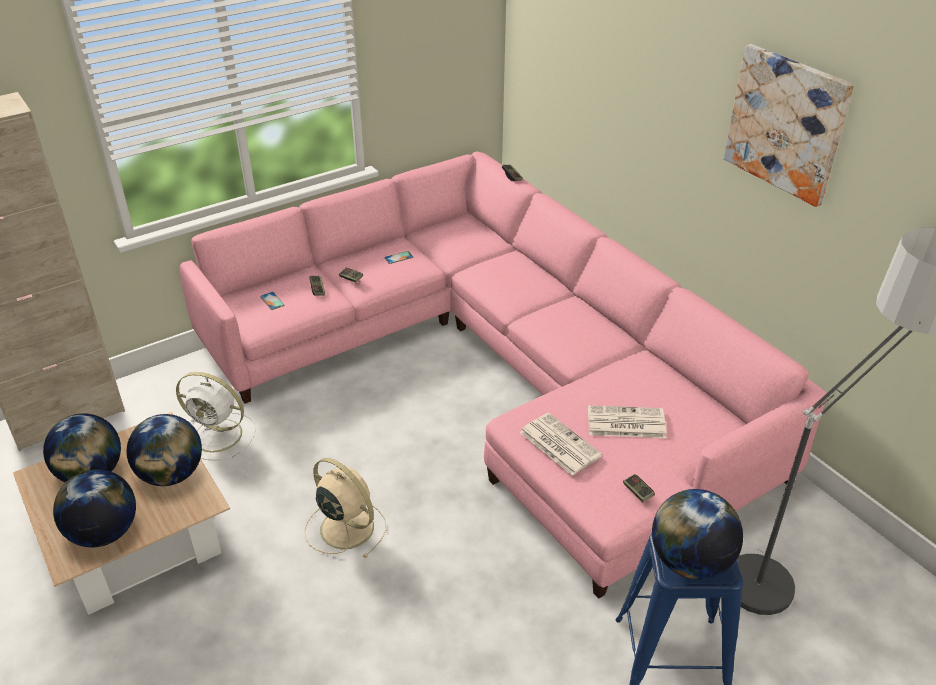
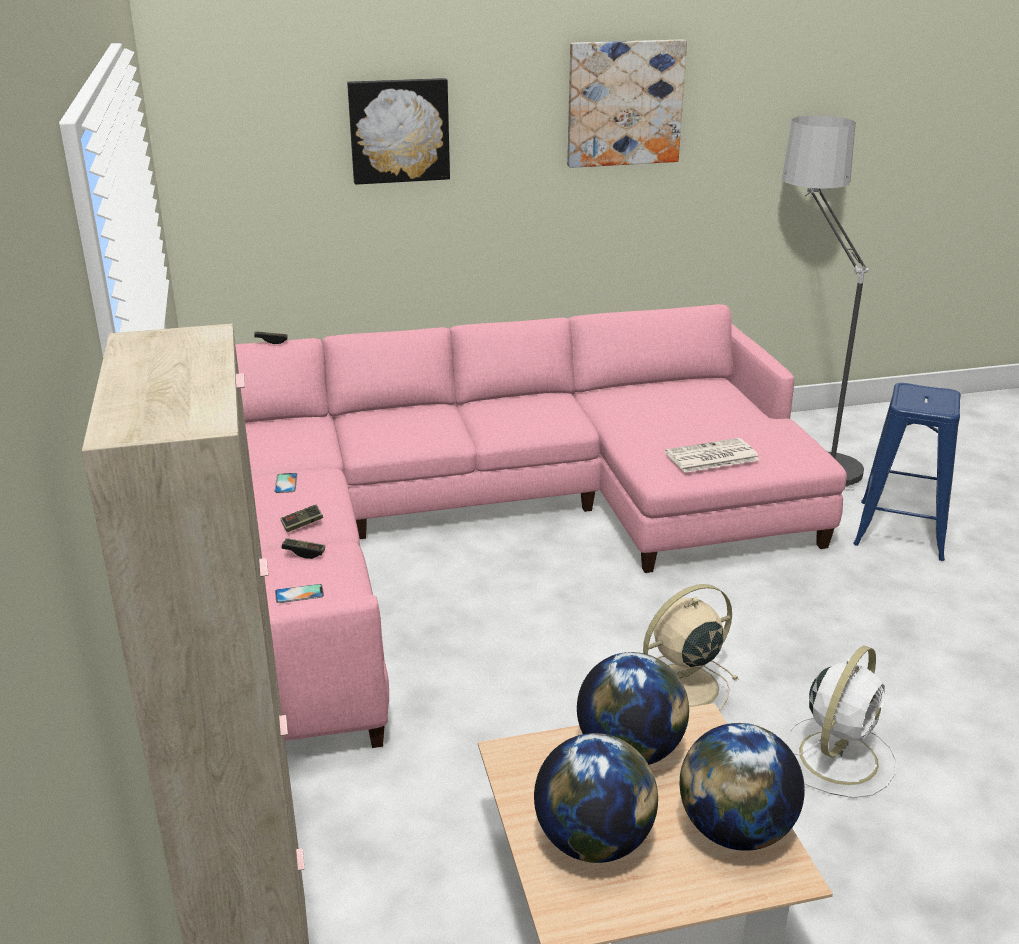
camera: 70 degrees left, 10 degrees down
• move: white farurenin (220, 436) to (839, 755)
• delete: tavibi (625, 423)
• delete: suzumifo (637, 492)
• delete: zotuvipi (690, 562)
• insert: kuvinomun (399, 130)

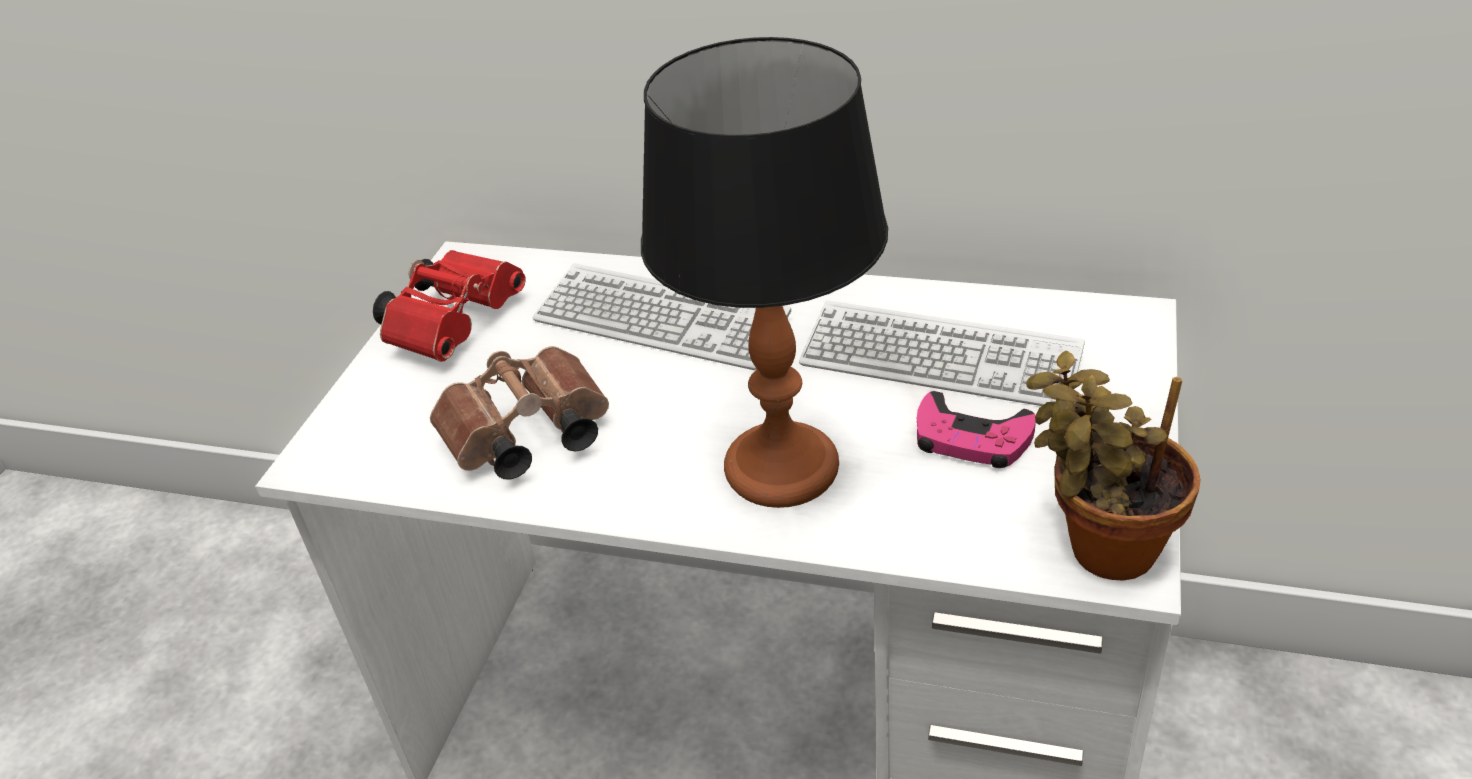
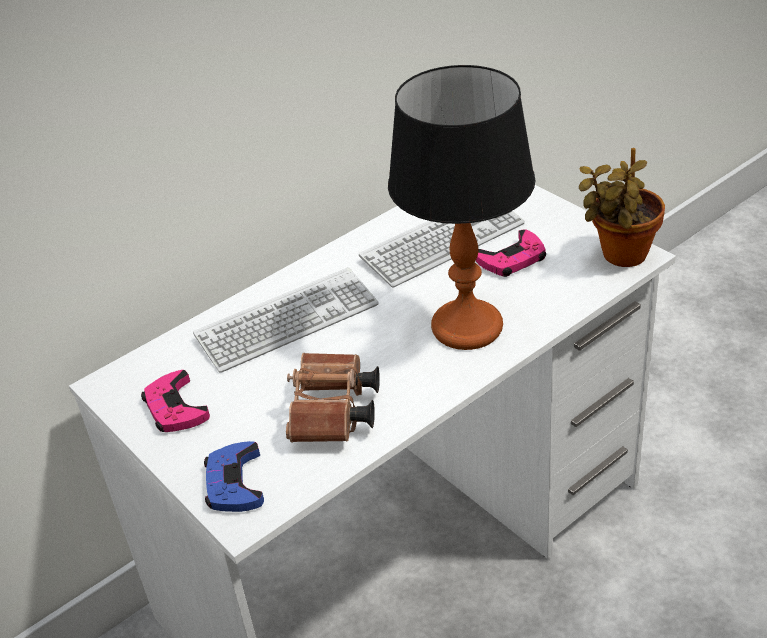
camera: 55 degrees left, 0 degrees up
• replace: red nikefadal (456, 322) to pink suzumifo (175, 408)
• insert: blue suzumifo (234, 483)

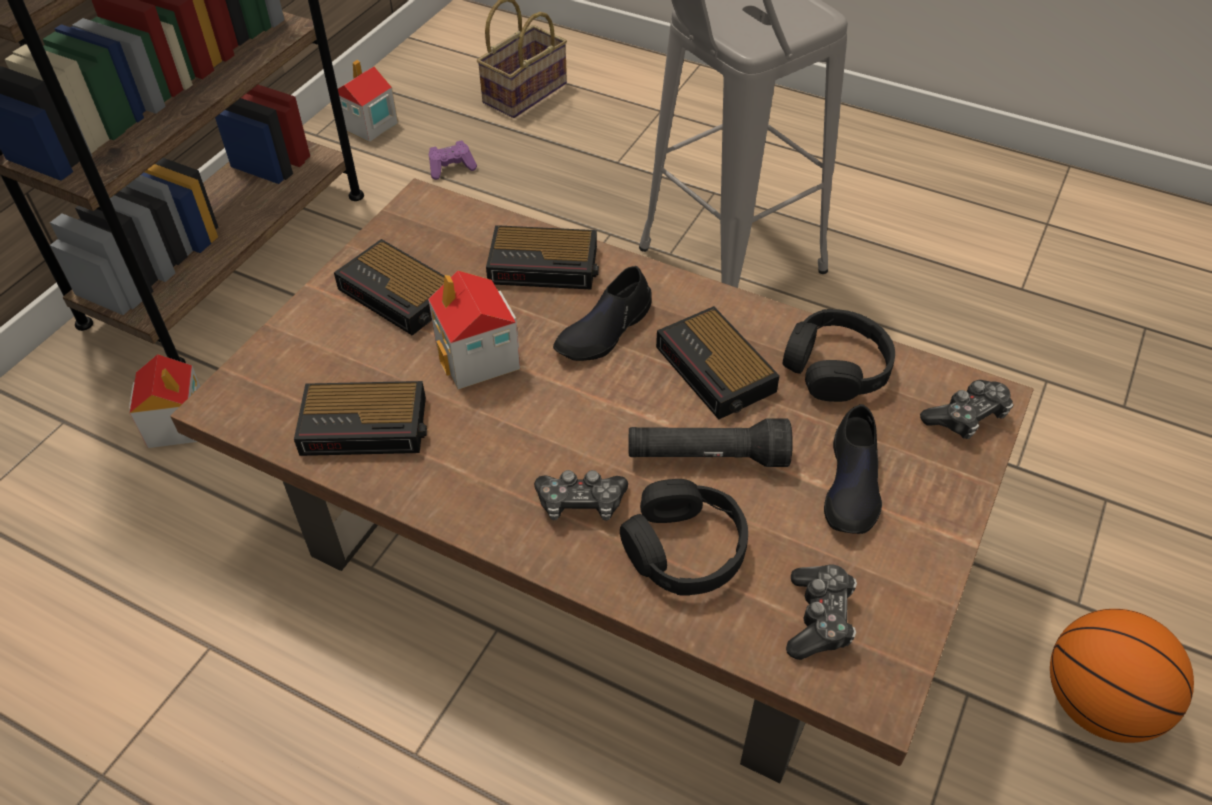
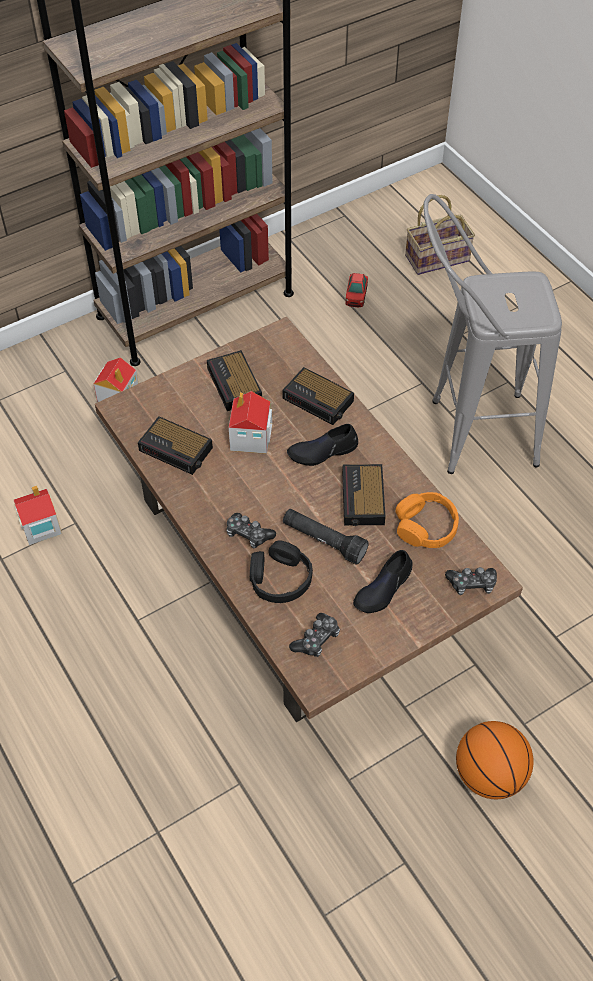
camera: 30 degrees right, 5 degrees up
• move: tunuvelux (368, 125) to (40, 526)
• replace: purple suzumifo (451, 168) to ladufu (356, 296)
• recolor: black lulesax (835, 367) to orange lulesax (426, 526)

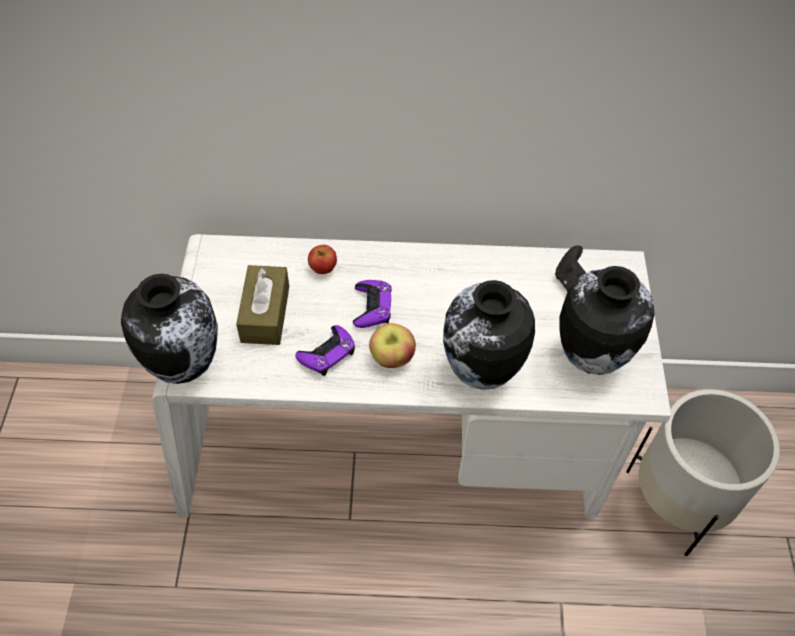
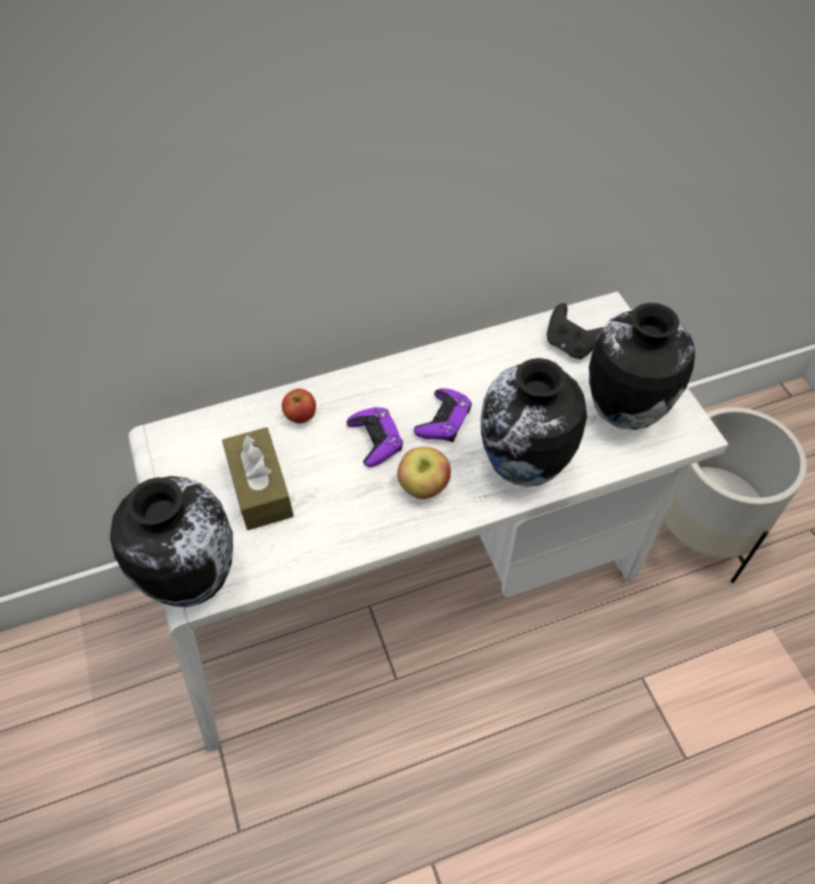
camera: 20 degrees left, 0 degrees up
• move: purple suzumifo (327, 354) to (443, 420)

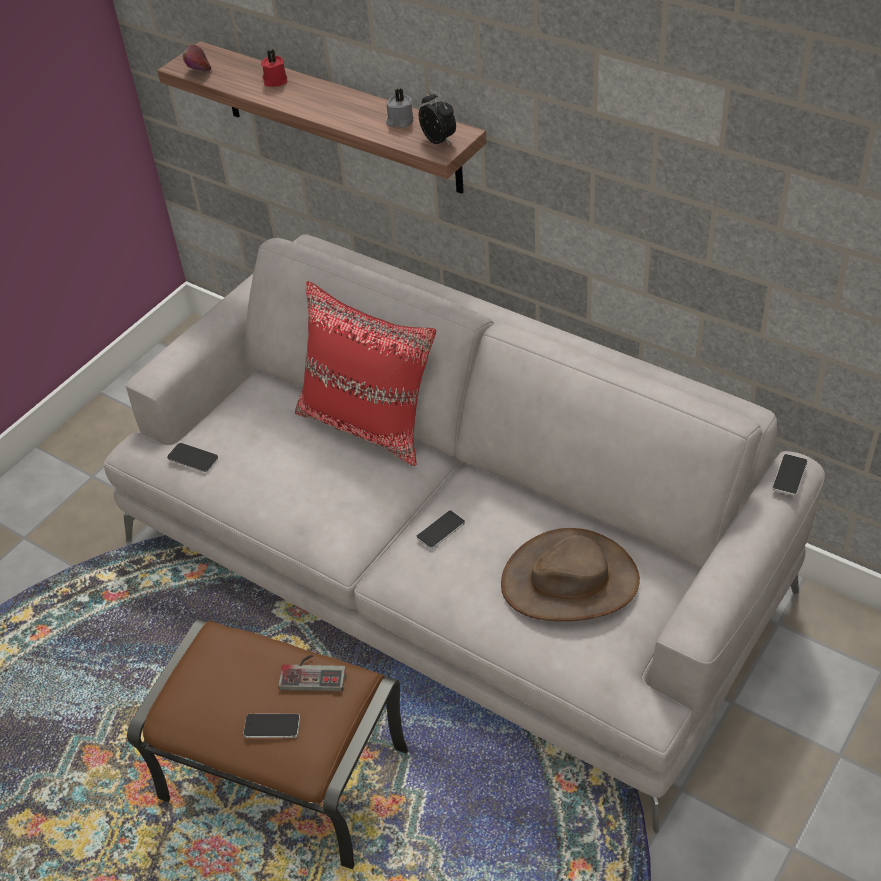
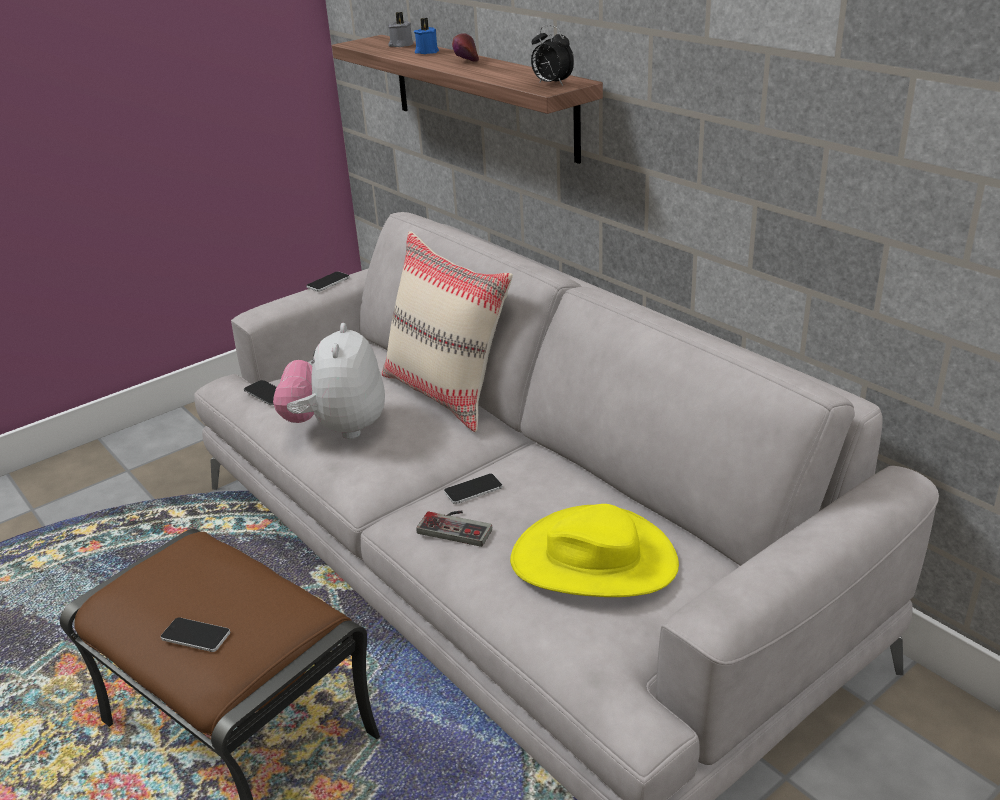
camera: 15 degrees right, 15 degrees down
• move: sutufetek (198, 71) to (466, 61)
• recolor: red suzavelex (275, 80) to blue suzavelex (426, 52)
• move: suzumifo (313, 672) to (458, 526)
• recolor: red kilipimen (368, 424) to beige kilipimen (447, 393)
• move: grey suzavelex (400, 121) to (400, 45)
• rotate: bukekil (439, 140) = (551, 84) 150 degrees clockwise
• recolor: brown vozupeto (570, 581) to yellow vozupeto (594, 560)
• move: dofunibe (789, 475) to (328, 282)
• insert: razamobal (338, 428)

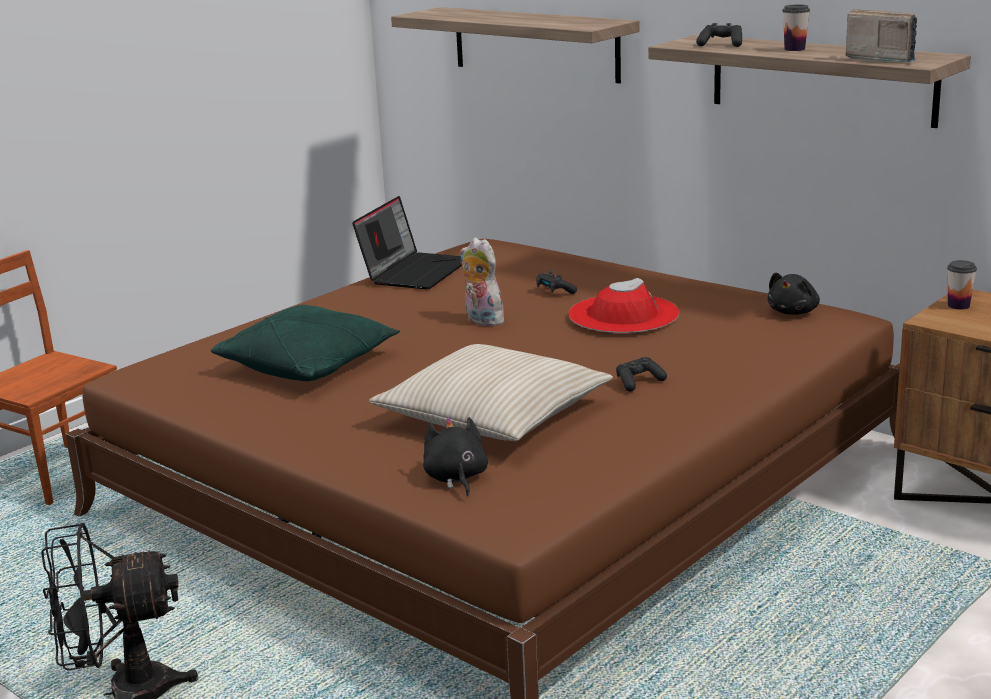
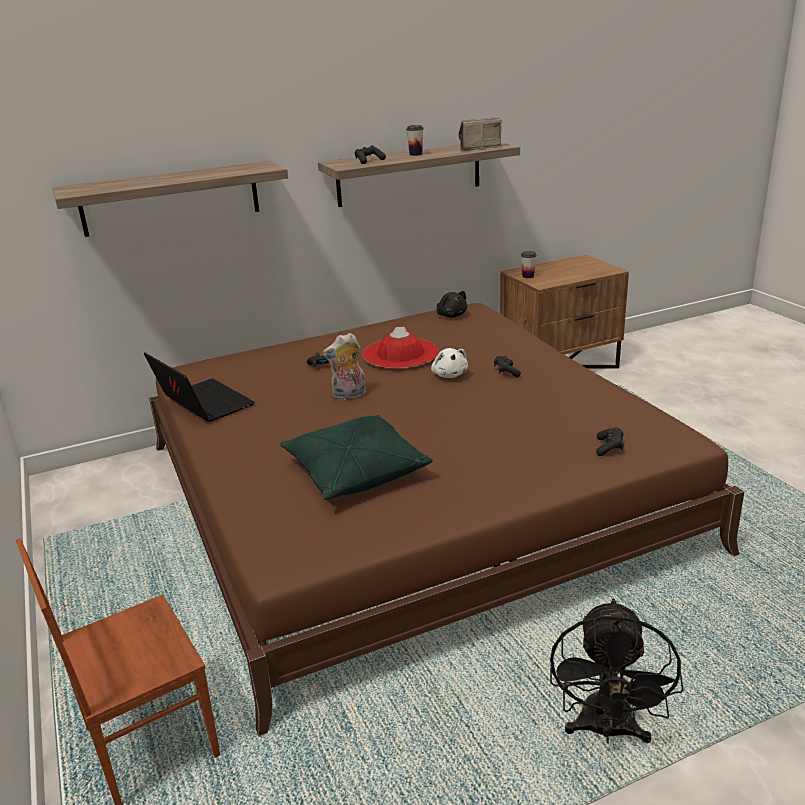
camera: 65 degrees left, 5 degrees up
• delete: beige kilipimen (493, 415)
• replace: black razamobal (456, 478) to black suzumifo (609, 448)
• insert: white razamobal (449, 375)

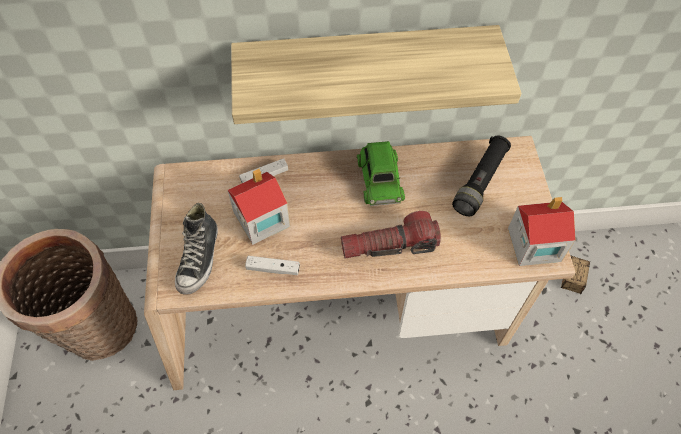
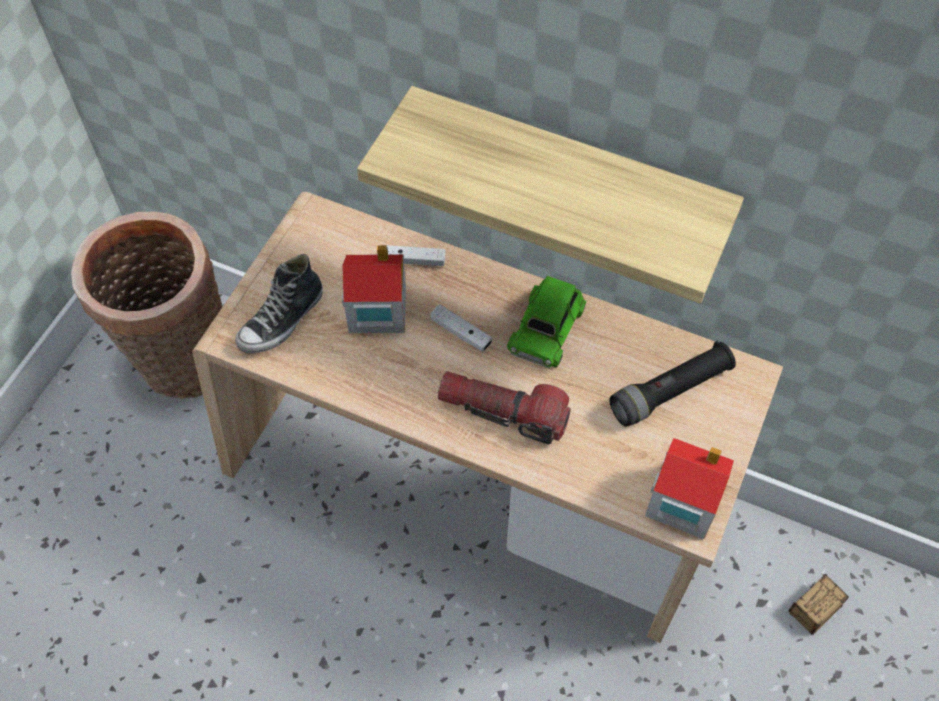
camera: 30 degrees right, 0 degrees up
• move: white suzumifo (273, 268) to (461, 333)

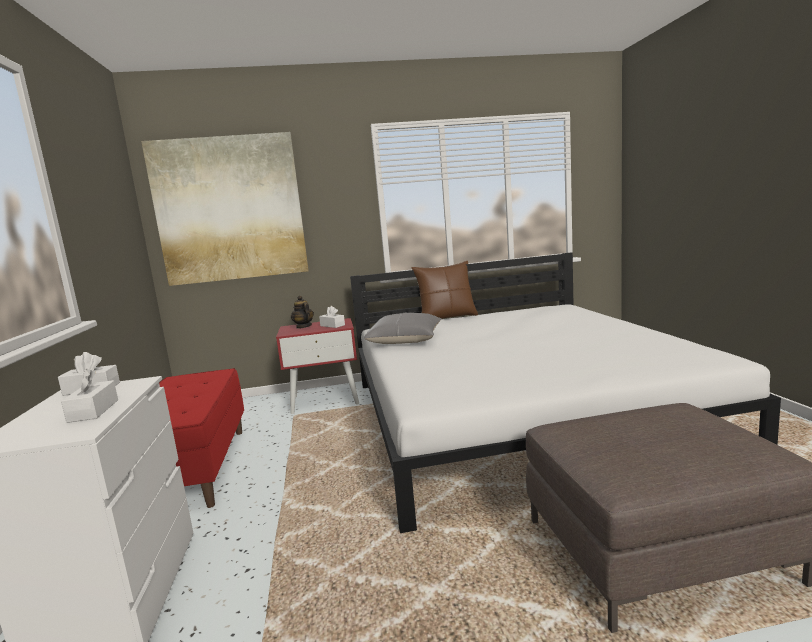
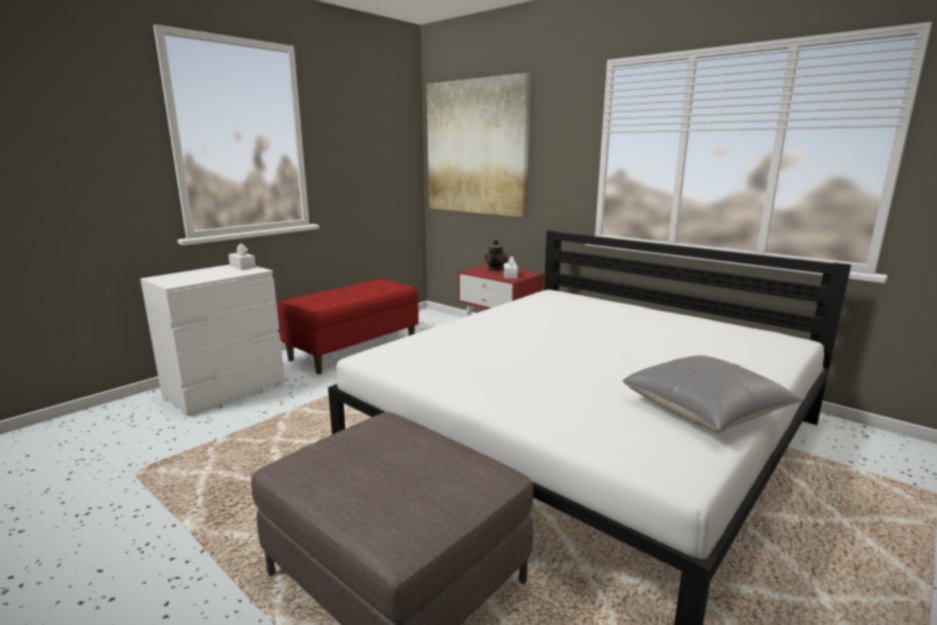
camera: 50 degrees right, 5 degrees up
• delete: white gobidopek (93, 411)
• move: grey kilipimen (406, 340) to (706, 409)
• delete: brown kilipimen (447, 317)

